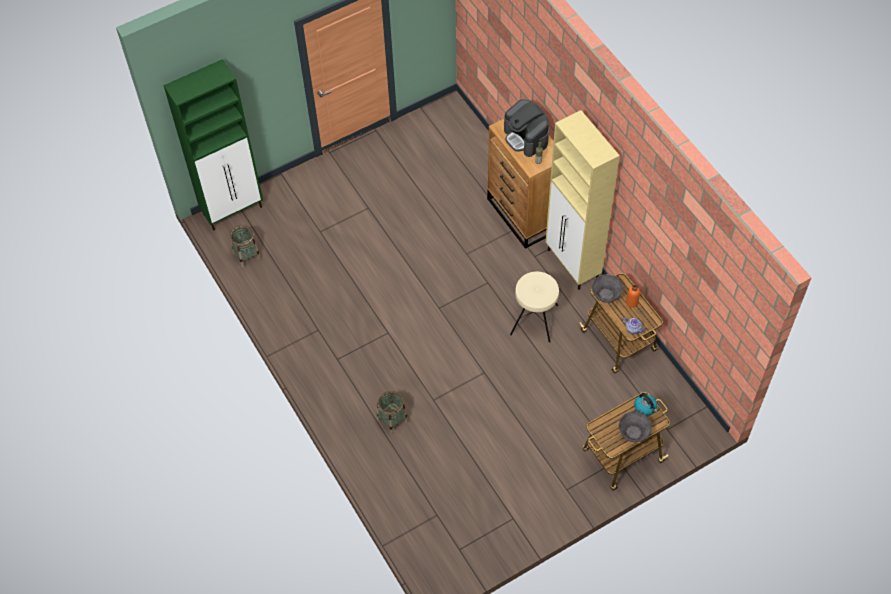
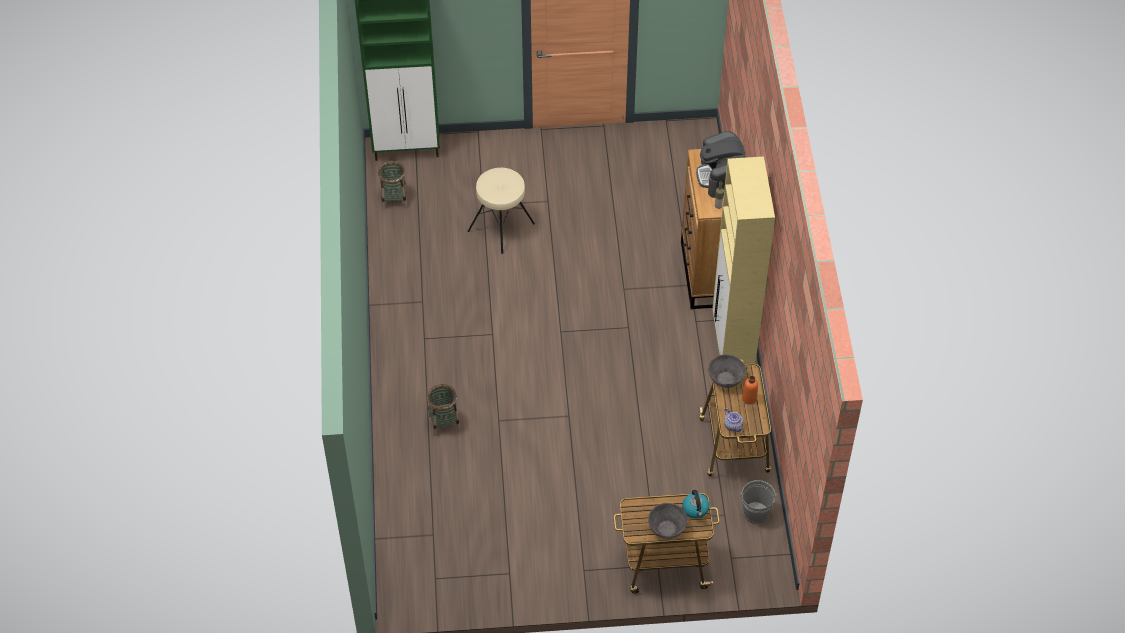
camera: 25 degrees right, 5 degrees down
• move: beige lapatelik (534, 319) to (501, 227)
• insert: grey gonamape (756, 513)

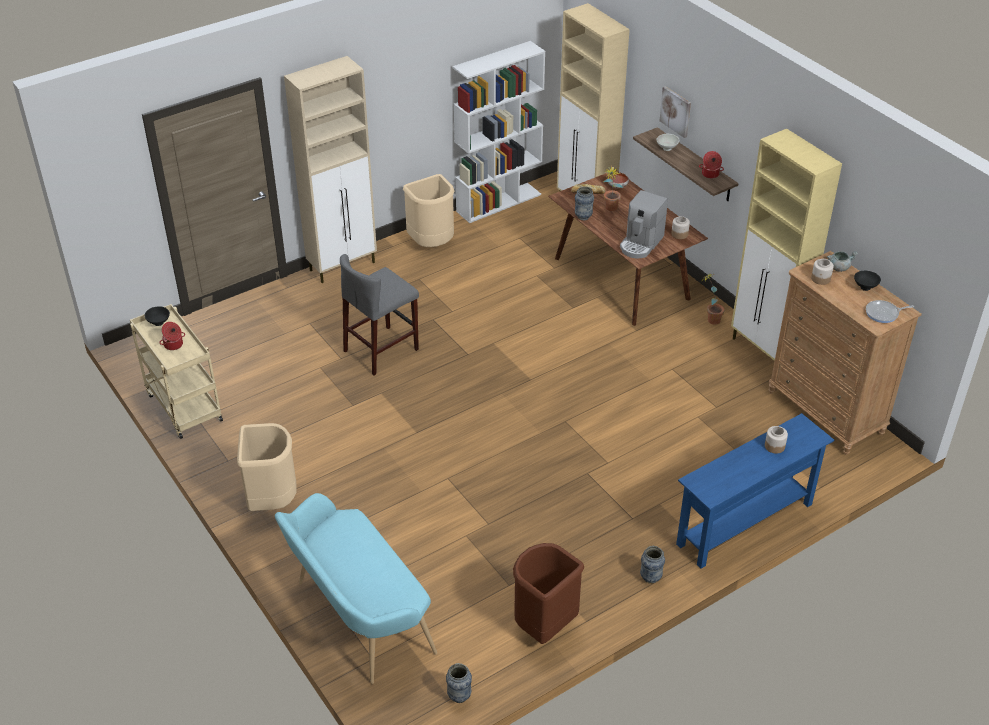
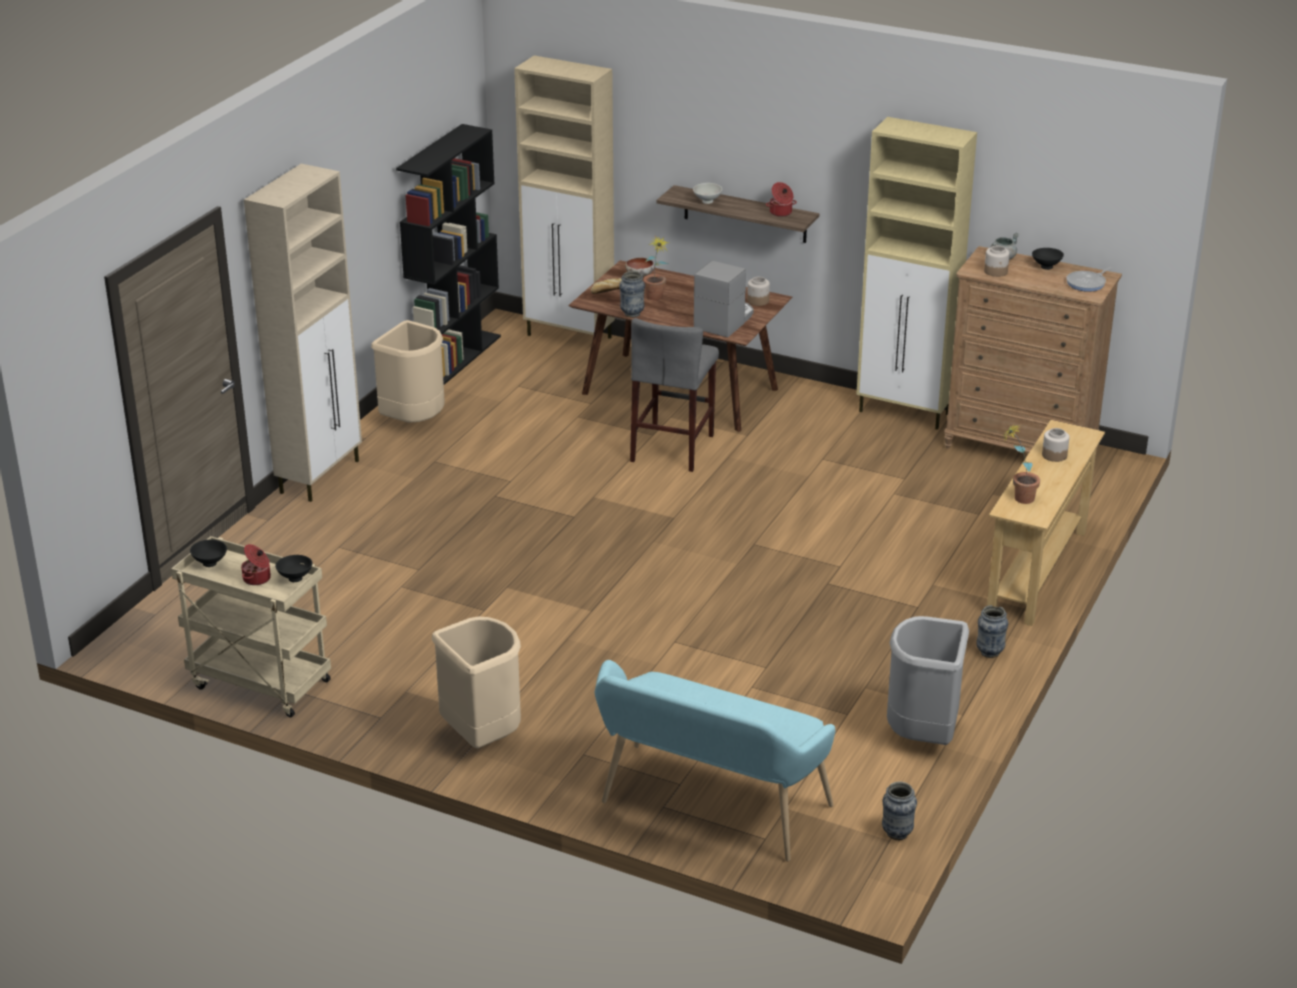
camera: 30 degrees left, 10 degrees down
• move: grey lapatelik (381, 350) to (673, 448)
• recolor: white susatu (499, 202) to black susatu (456, 358)
• recolor: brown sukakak (544, 626) to grey sukakak (922, 736)
• rotate: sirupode (641, 243) = (724, 321) 150 degrees counterclockwise
• delete: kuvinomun (676, 111)
• recolor: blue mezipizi (745, 524) to beige mezipizi (1038, 572)
• move: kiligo (710, 319) to (1017, 498)
• insert: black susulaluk (294, 578)

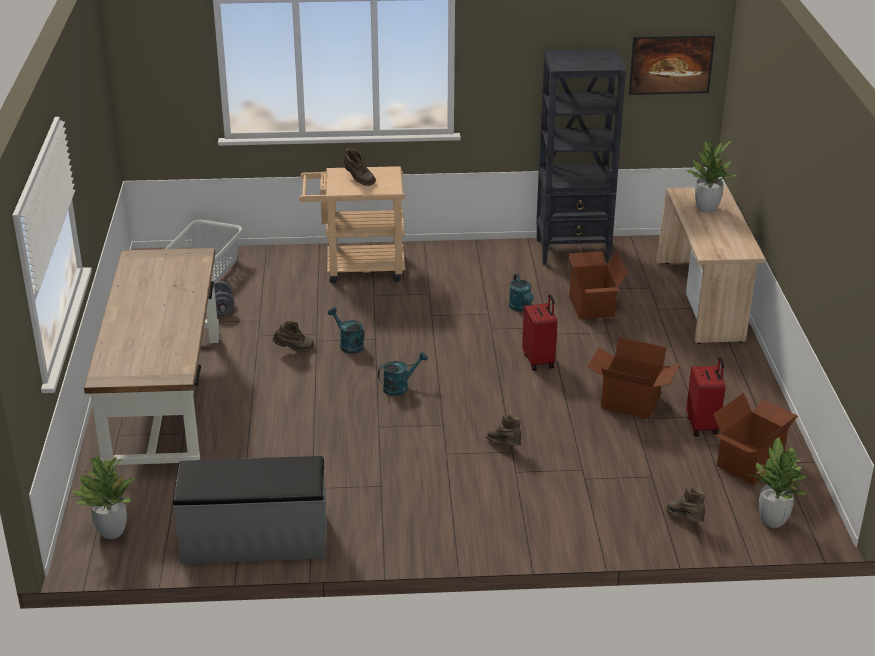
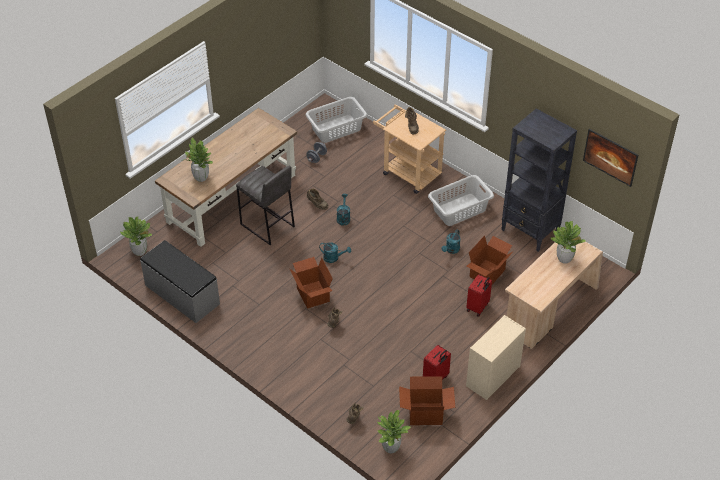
camera: 45 degrees right, 15 degrees up
• move: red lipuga (539, 361) to (478, 307)
• move: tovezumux (630, 403) to (312, 295)
• insert: kiligo (201, 178)
• insert: grey lapatelik (267, 226)
• insert: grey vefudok (460, 210)
• insert: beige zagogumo (492, 377)

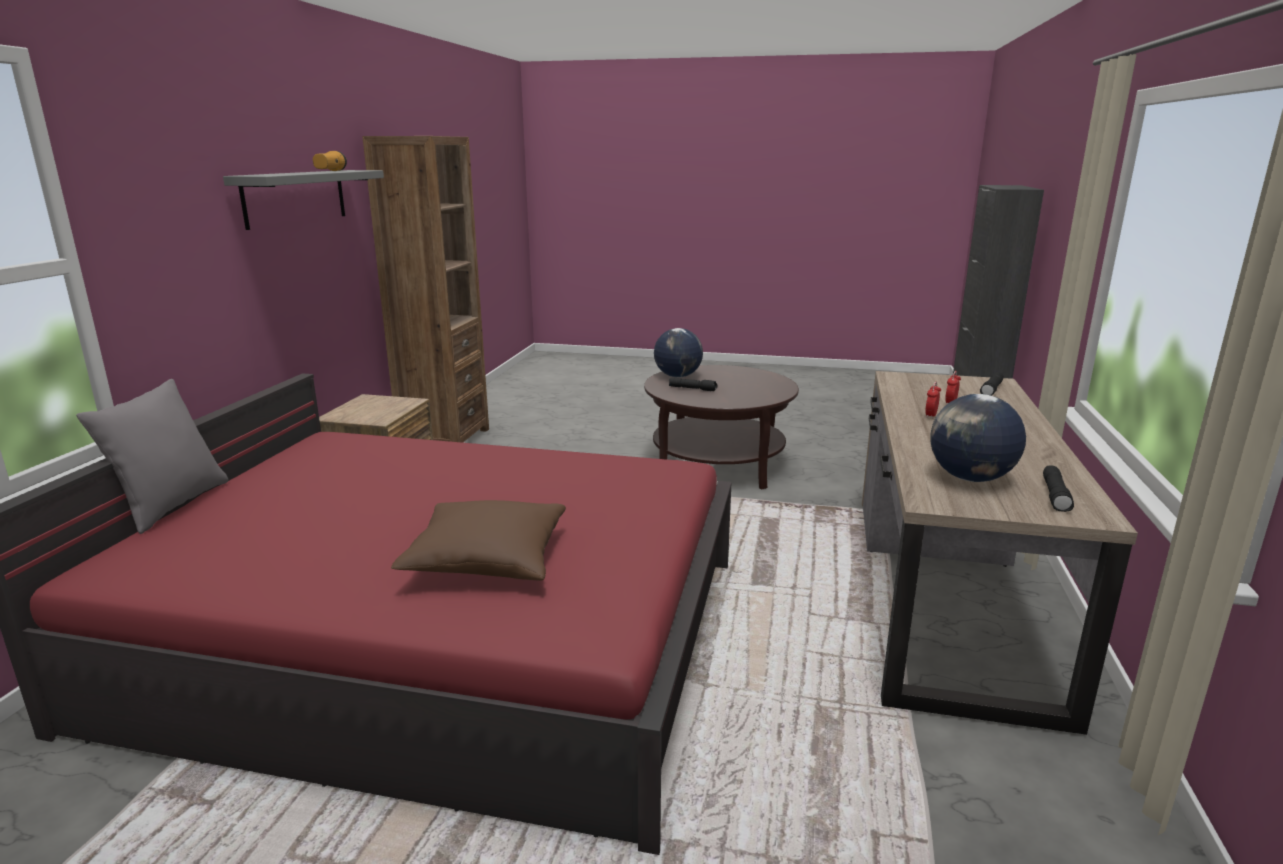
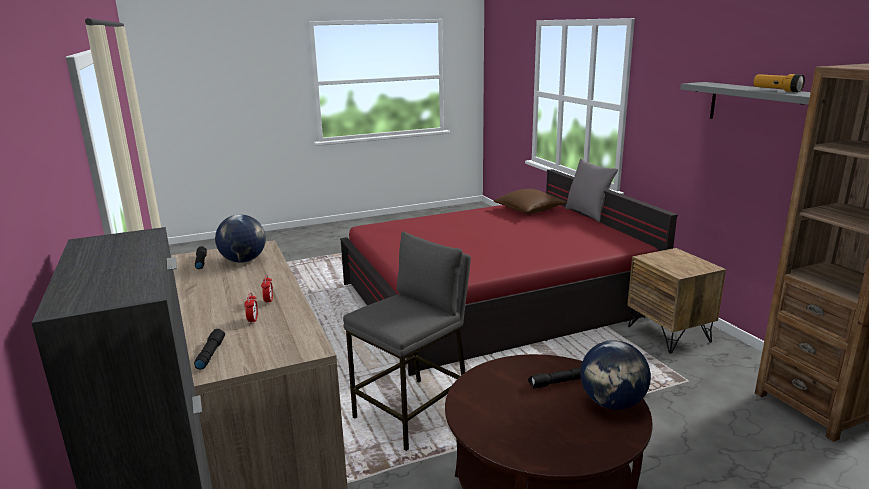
camera: 145 degrees right, 0 degrees up
• move: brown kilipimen (487, 560) to (529, 210)
• insert: grey lapatelik (413, 412)

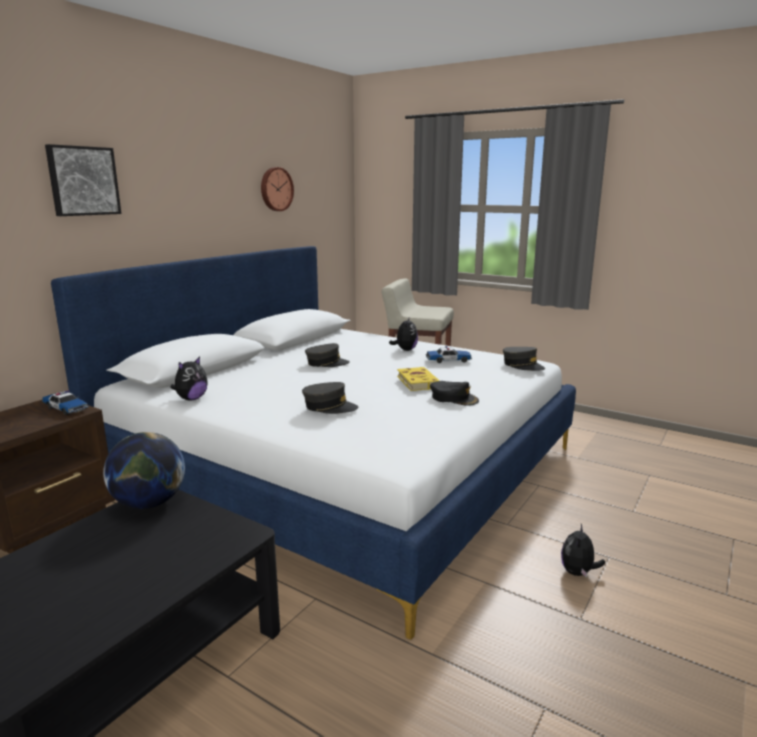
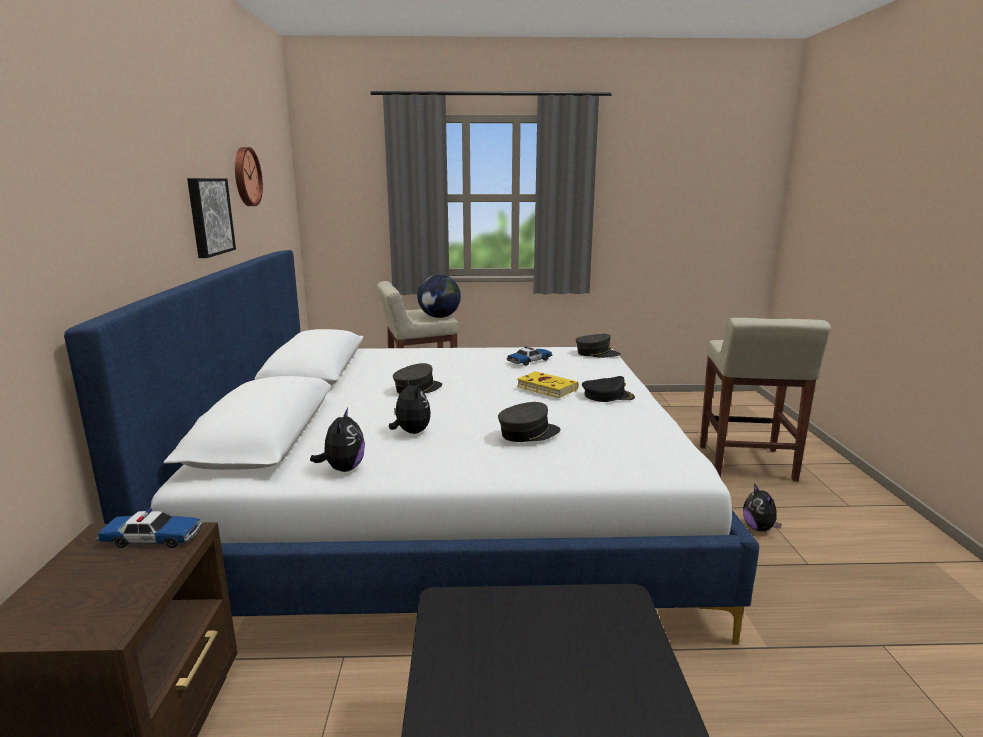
camera: 35 degrees left, 0 degrees up
• move: kuvinomun (83, 181) to (208, 216)
• move: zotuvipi (149, 503) to (439, 317)
• move: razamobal (405, 350) to (411, 432)
• insert: beige lapatelik (746, 464)

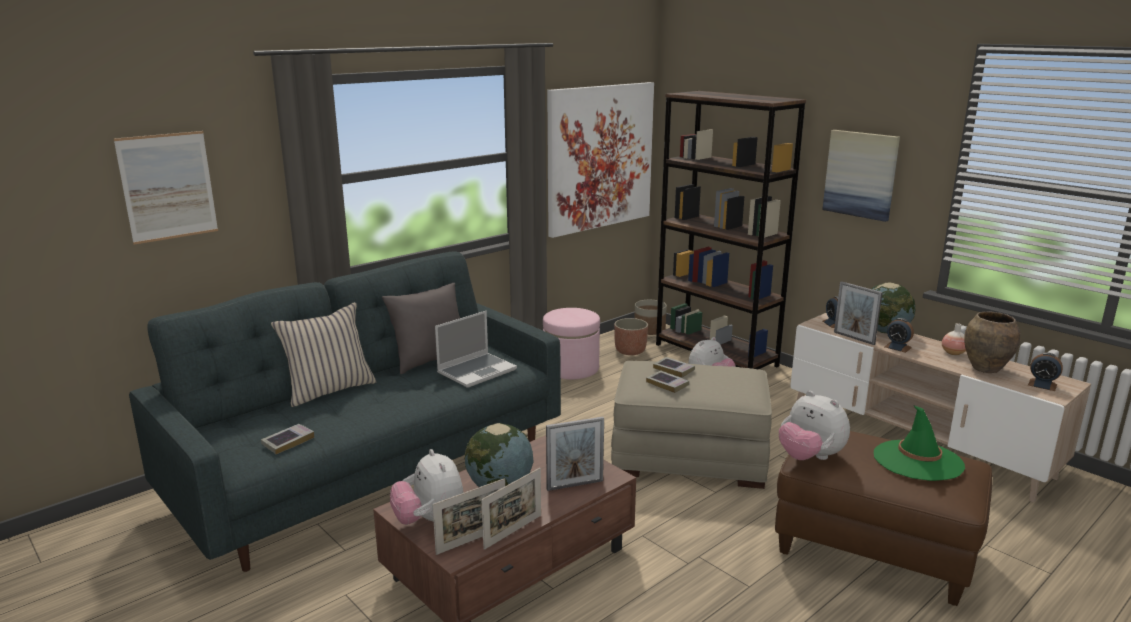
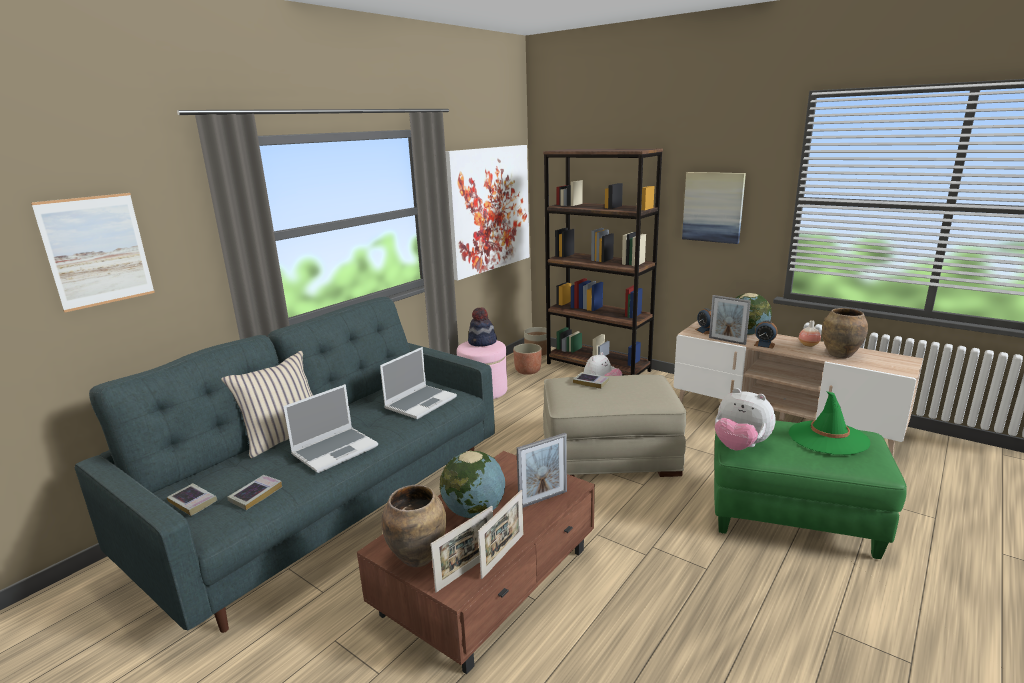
camera: 10 degrees left, 0 degrees up
• delete: grey kilipimen (429, 361)
• replace: razamobal (430, 522) to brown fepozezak (419, 557)
• move: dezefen (667, 384) to (193, 502)
• recolor: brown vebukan (875, 549) to green vebukan (793, 517)
• delete: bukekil (1042, 385)
• insert: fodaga (335, 450)
• insert: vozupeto (482, 342)

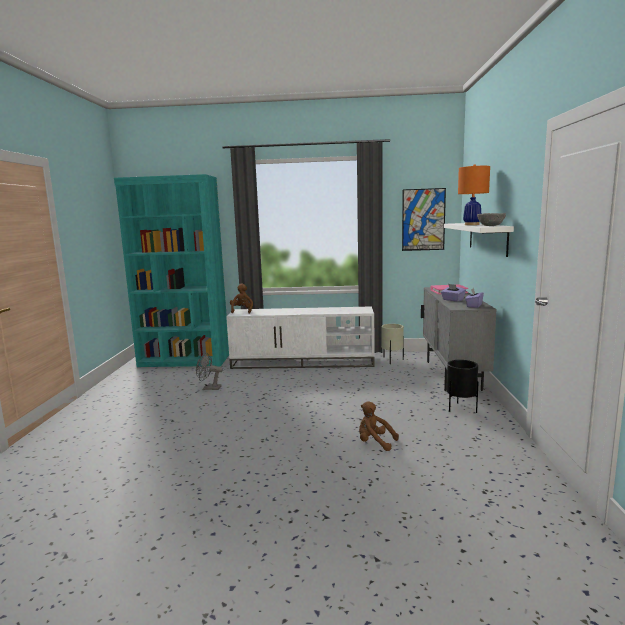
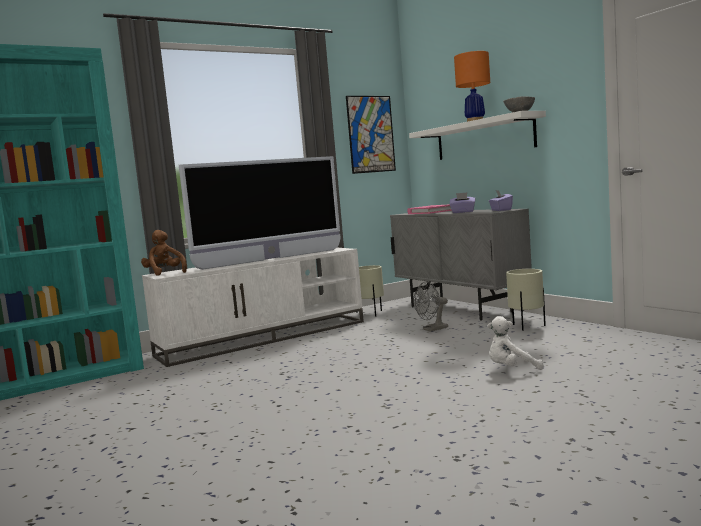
camera: 35 degrees left, 5 degrees down
• move: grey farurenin (209, 388) to (432, 329)
• recolor: brown razamobal (374, 442) to white razamobal (512, 369)
• recolor: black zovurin (461, 409) to beige zovurin (527, 327)
• insert: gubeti (271, 259)

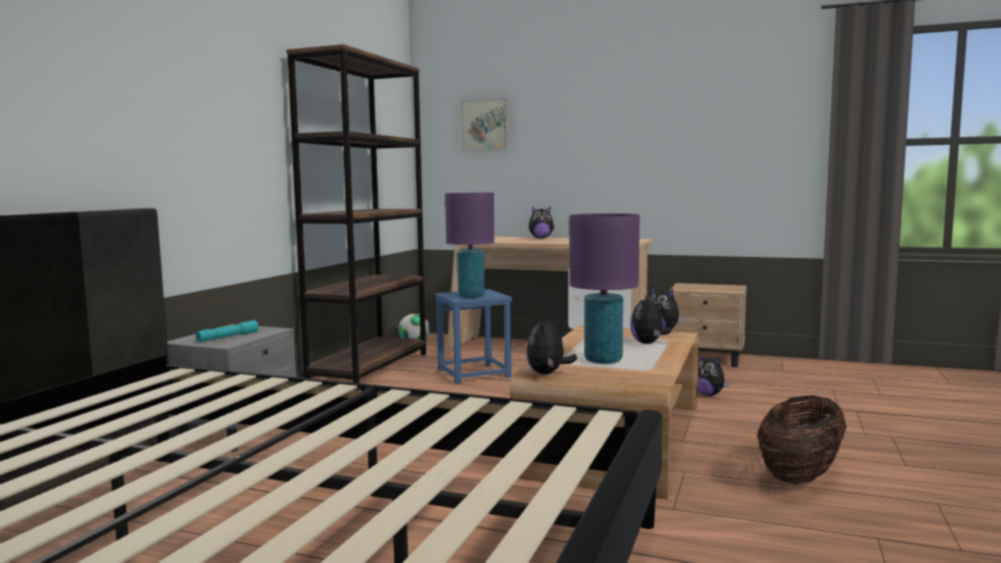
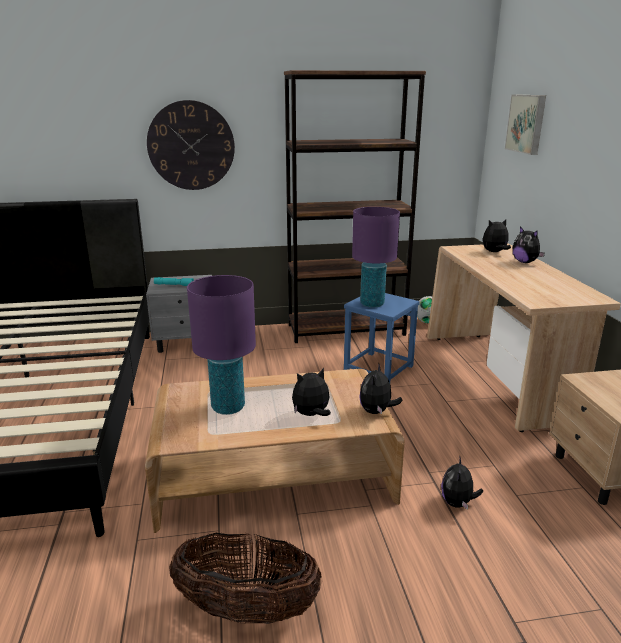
camera: 60 degrees right, 15 degrees up
• move: razamobal (548, 373) to (494, 252)
• insert: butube (191, 146)

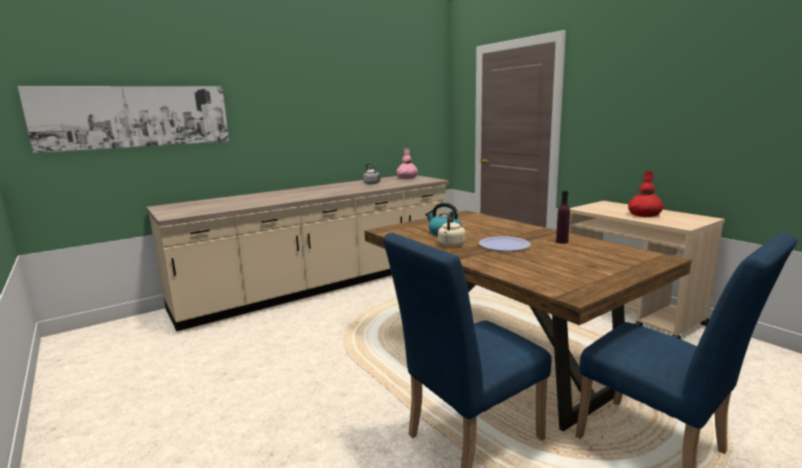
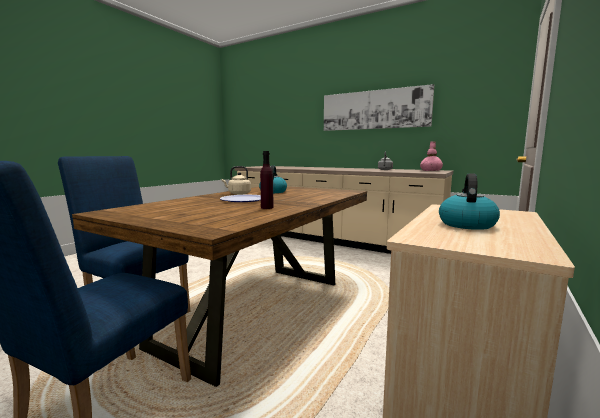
camera: 65 degrees right, 5 degrees down
• move: kuvinomun (135, 117) to (374, 109)
• replace: red fepozezak (644, 214) to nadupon (466, 224)

